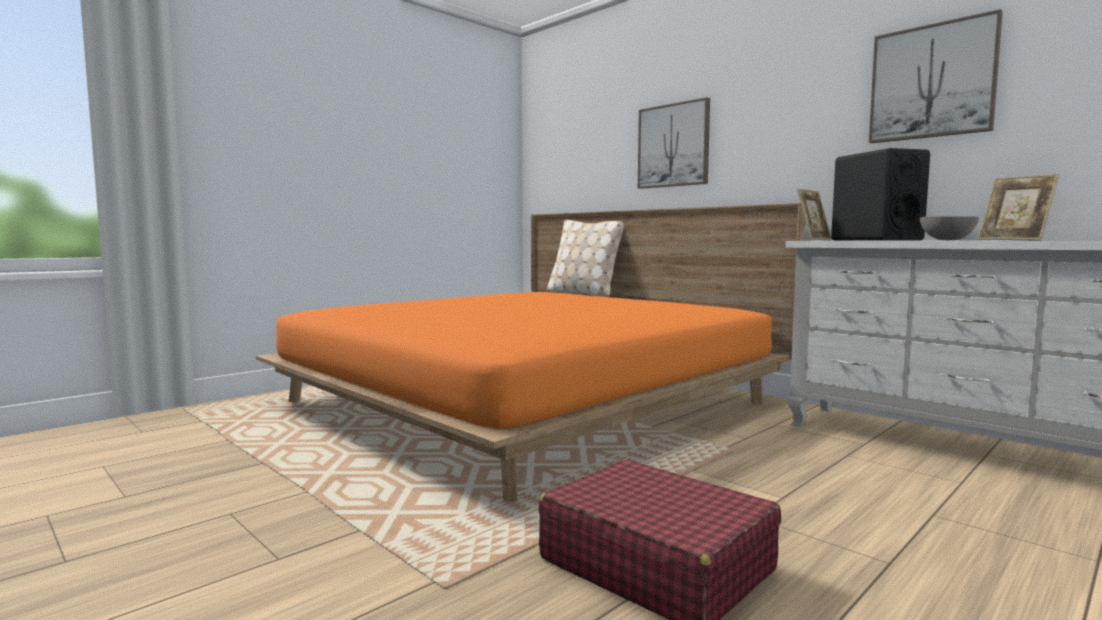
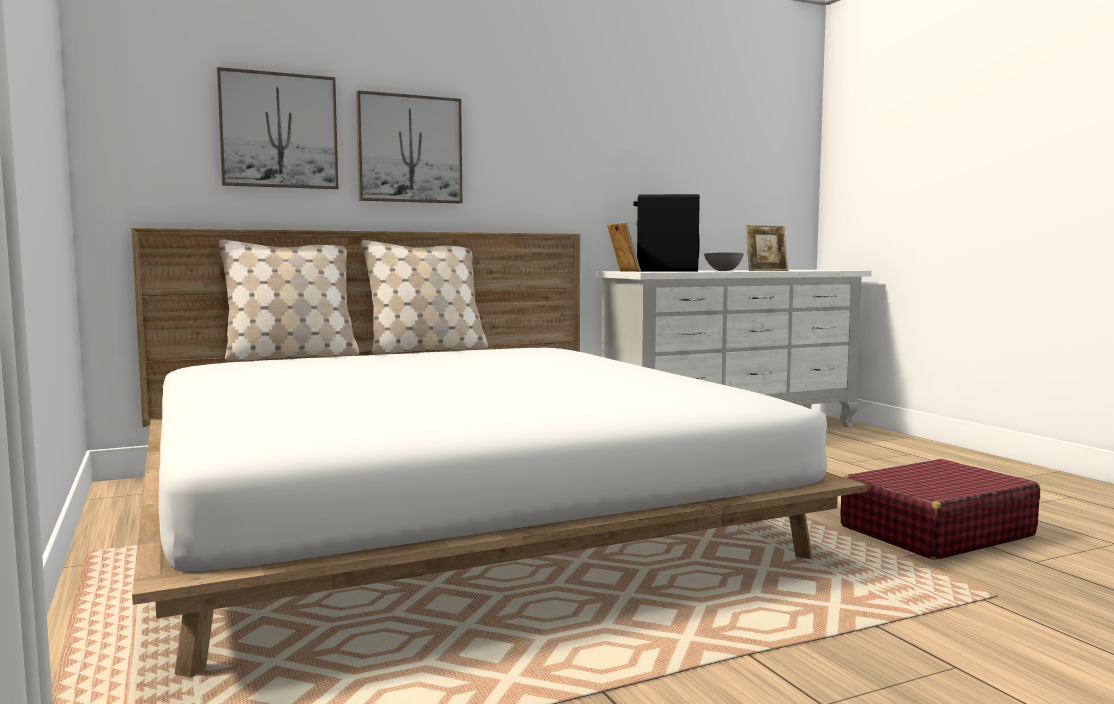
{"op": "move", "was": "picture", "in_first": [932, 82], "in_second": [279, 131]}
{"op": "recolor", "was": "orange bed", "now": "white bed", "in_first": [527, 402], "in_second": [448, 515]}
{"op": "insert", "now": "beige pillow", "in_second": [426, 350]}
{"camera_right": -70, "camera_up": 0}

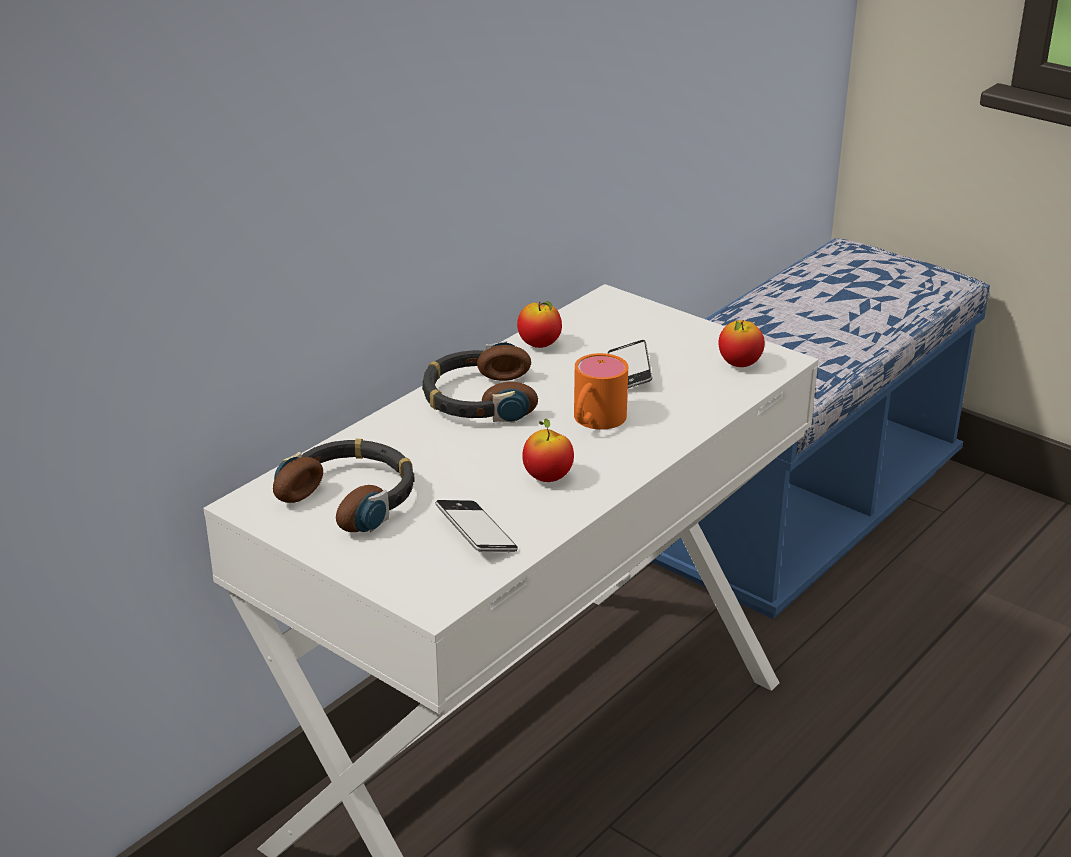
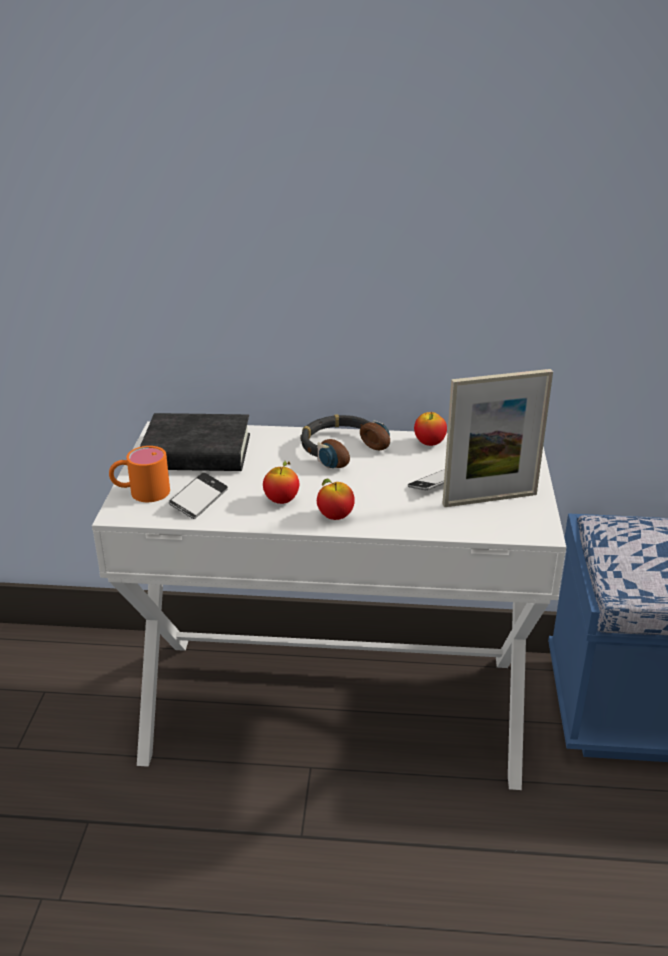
{"op": "move", "was": "apple", "in_first": [739, 364], "in_second": [335, 516]}
{"op": "move", "was": "orange mug", "in_first": [594, 421], "in_second": [141, 492]}
{"op": "replace", "was": "headphones", "now": "black book", "in_first": [351, 496], "in_second": [197, 452]}
{"op": "insert", "now": "picture frame", "in_second": [489, 499]}
{"camera_right": 55, "camera_up": 0}

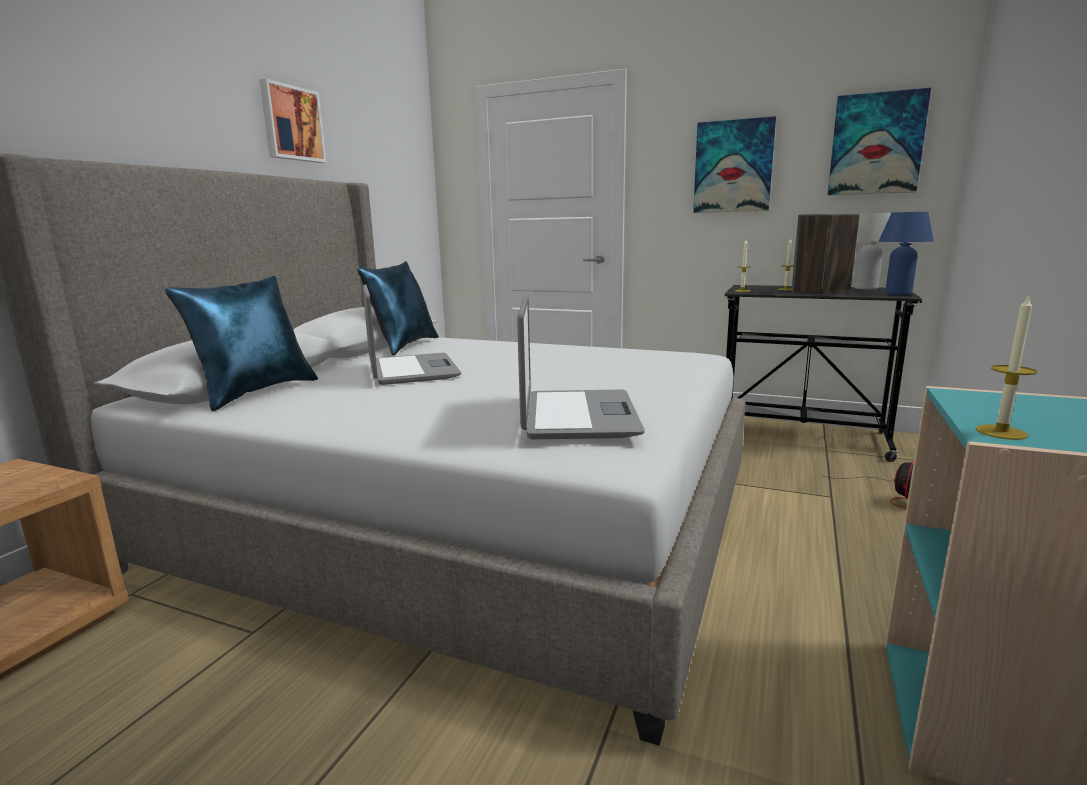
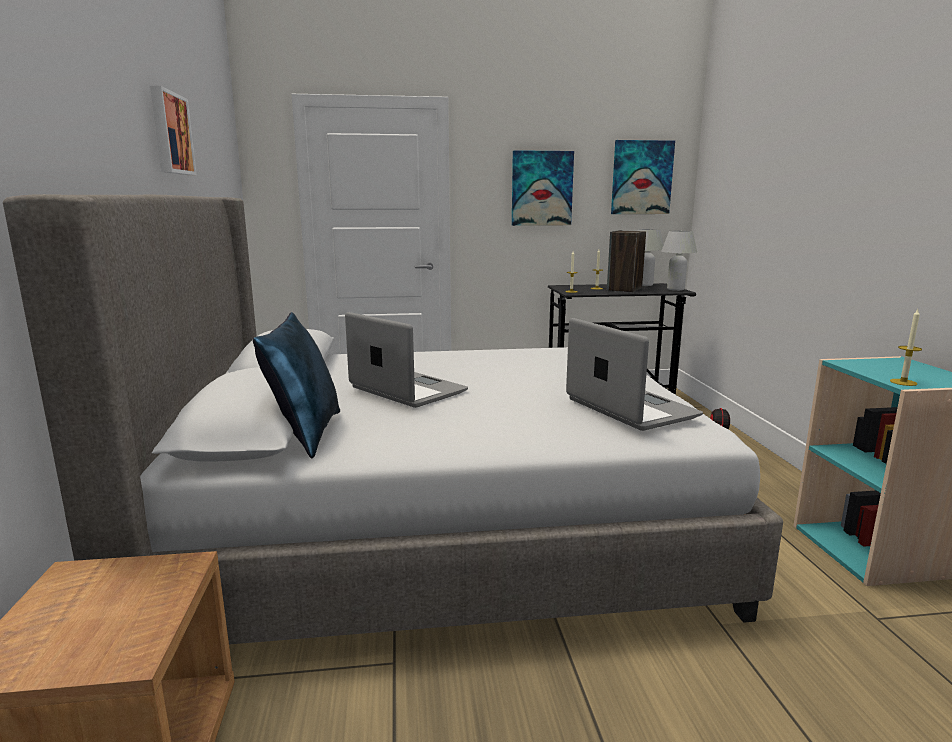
{"op": "recolor", "was": "blue table lamp", "now": "white table lamp", "in_first": [898, 294], "in_second": [675, 289]}
{"op": "delete", "was": "blue pillow", "in_first": [404, 346]}
{"camera_right": -30, "camera_up": 0}

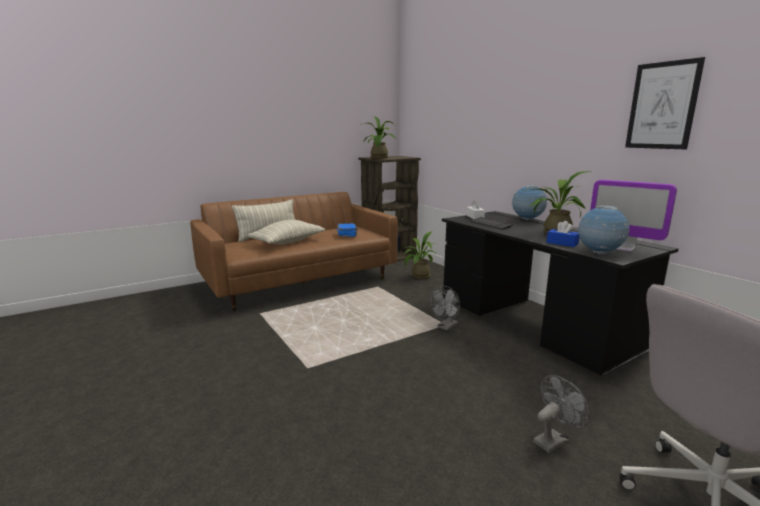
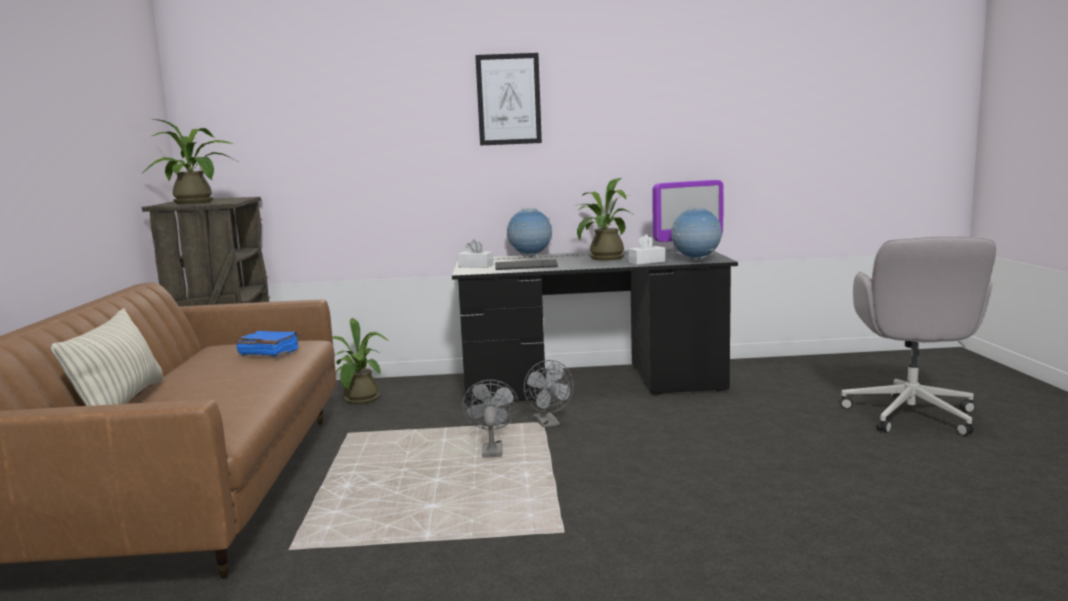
{"op": "move", "was": "picture", "in_first": [662, 106], "in_second": [508, 99]}
{"op": "delete", "was": "pillow", "in_first": [288, 242]}
{"op": "recolor", "was": "blue tissue box", "now": "white tissue box", "in_first": [562, 243], "in_second": [647, 262]}
{"op": "move", "was": "grey fan", "in_first": [554, 439], "in_second": [492, 449]}
{"camera_right": -60, "camera_up": -5}

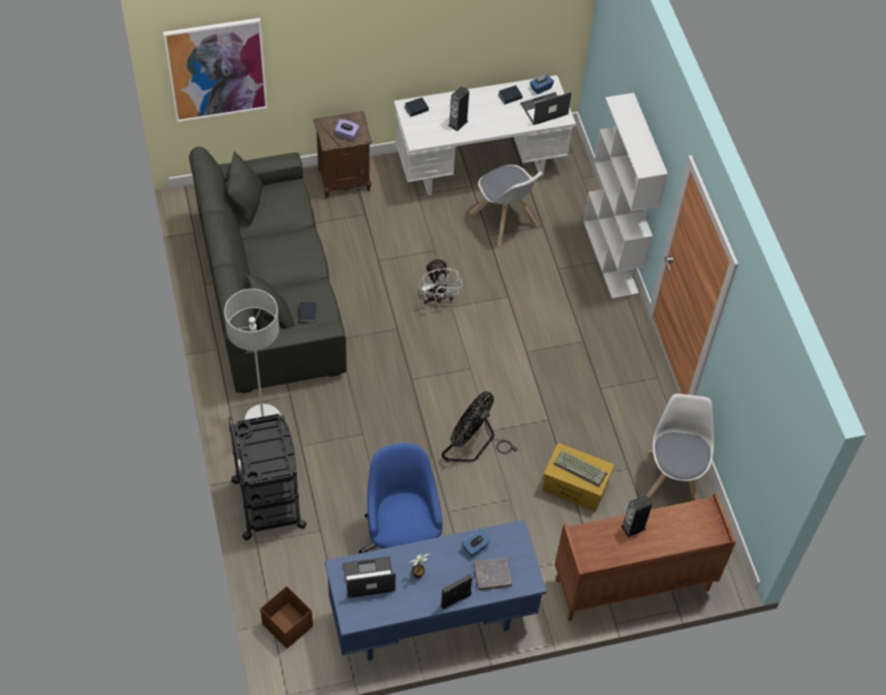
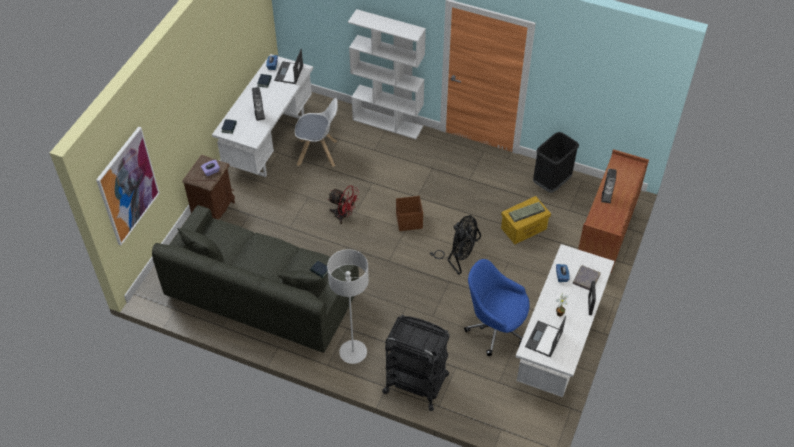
{"op": "recolor", "was": "white fan", "now": "red fan", "in_first": [437, 299], "in_second": [344, 215]}
{"op": "rotate", "was": "black fan", "in_first": [477, 442], "in_second": [458, 255], "clockwise": -135}
{"op": "replace", "was": "chair", "now": "black trash can", "in_first": [673, 476], "in_second": [551, 182]}
{"op": "recolor", "was": "blue desk", "now": "white desk", "in_first": [431, 619], "in_second": [558, 346]}
{"op": "move", "was": "brown storage box", "in_first": [287, 624], "in_second": [408, 221]}
{"camera_right": -50, "camera_up": -5}

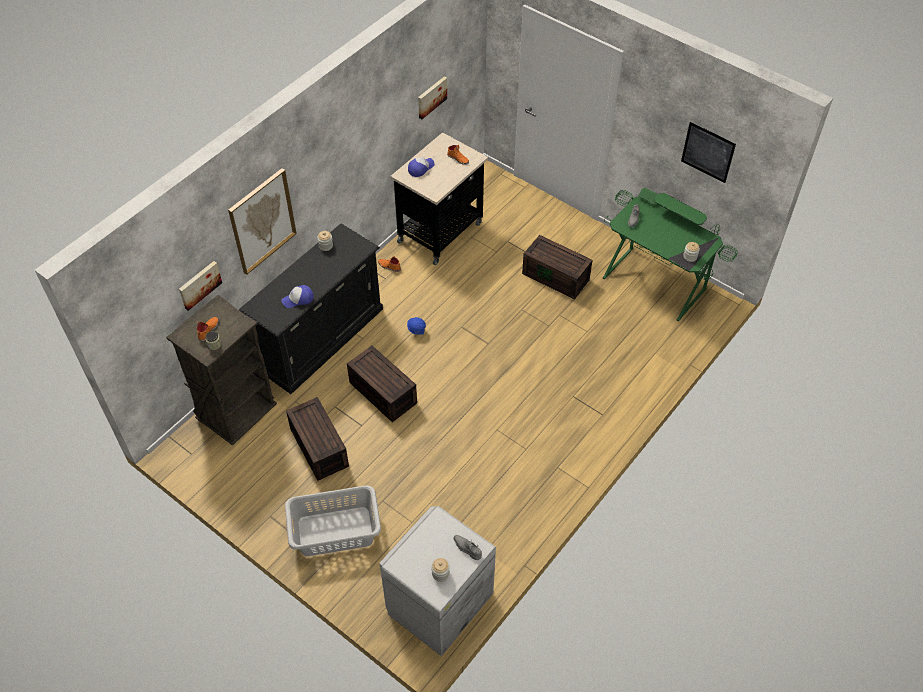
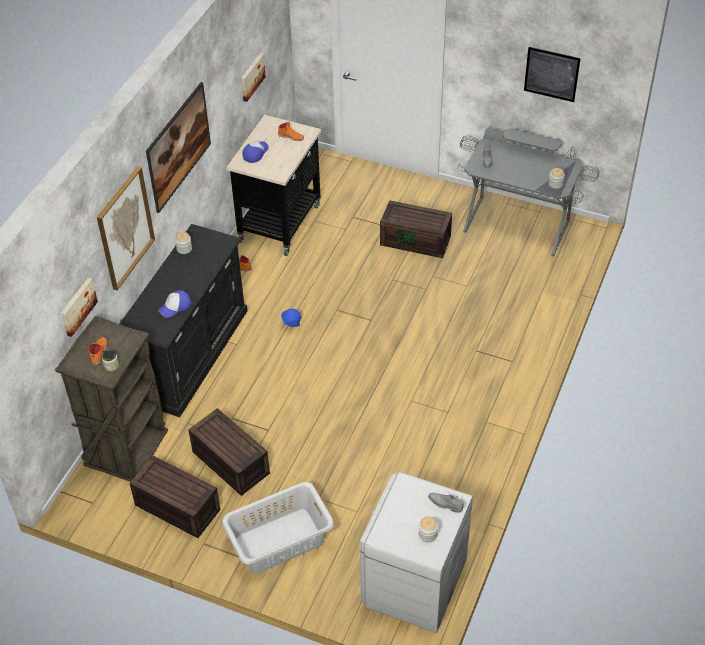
{"op": "recolor", "was": "green desk", "now": "grey desk", "in_first": [656, 282], "in_second": [517, 224]}
{"op": "move", "was": "brown storage box", "in_first": [381, 392], "in_second": [176, 507]}
{"op": "insert", "now": "picture", "in_second": [181, 162]}
{"camera_right": -15, "camera_up": -5}

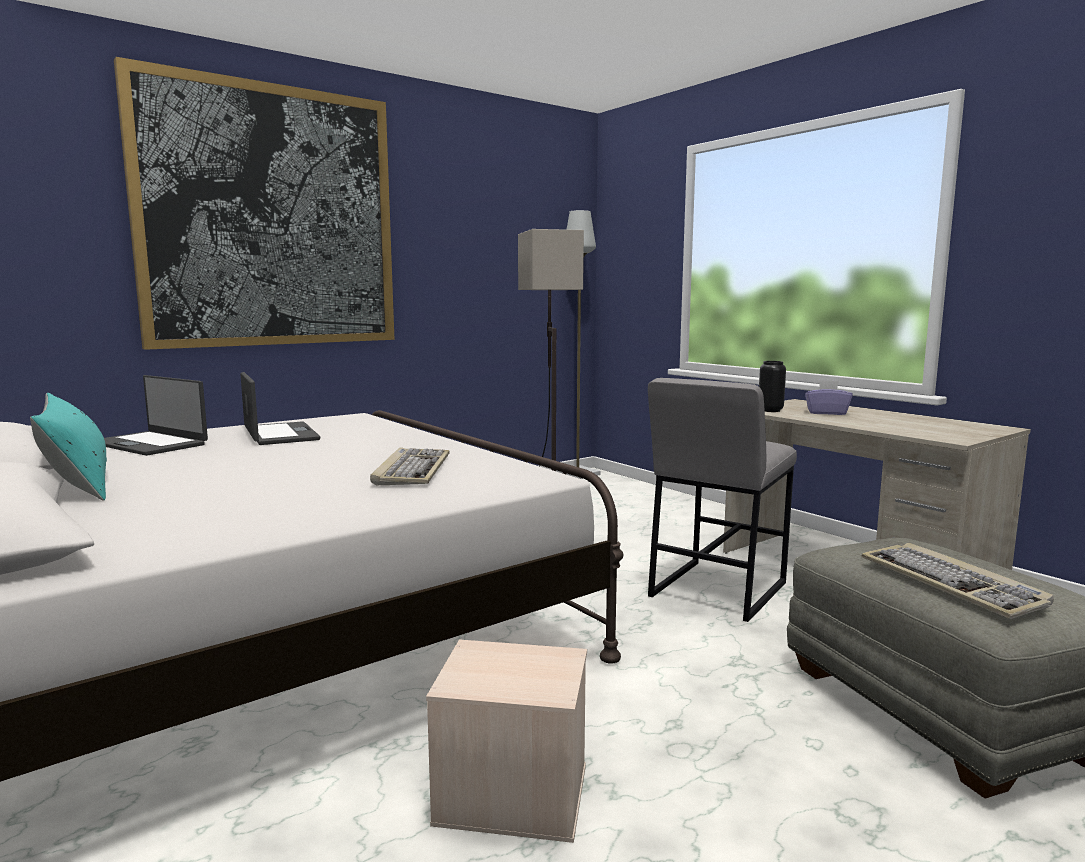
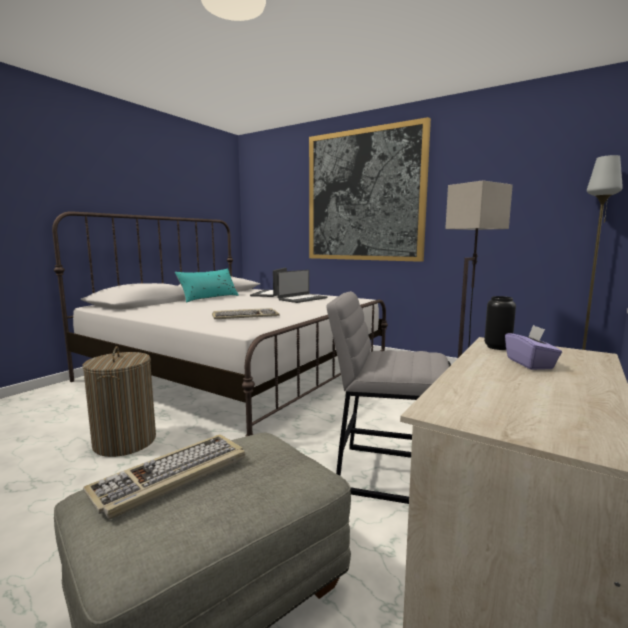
{"op": "replace", "was": "beige storage box", "now": "laundry basket", "in_first": [510, 795], "in_second": [125, 441]}
{"camera_right": 70, "camera_up": 0}

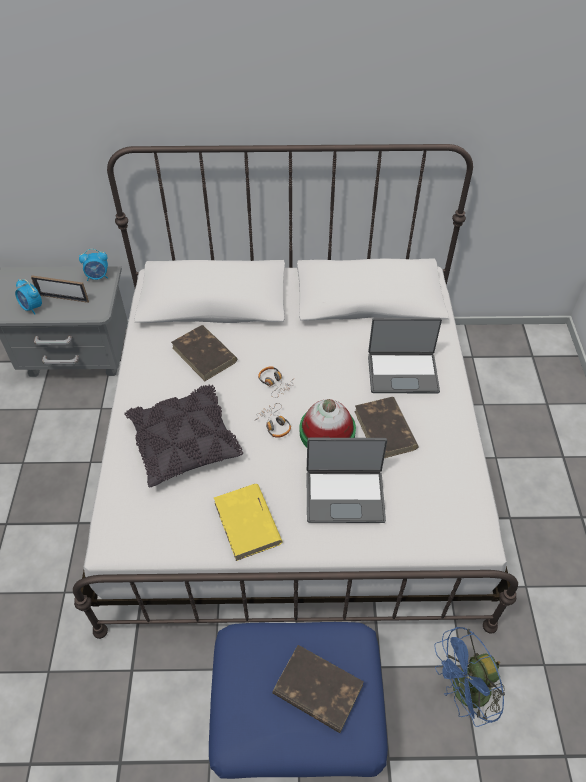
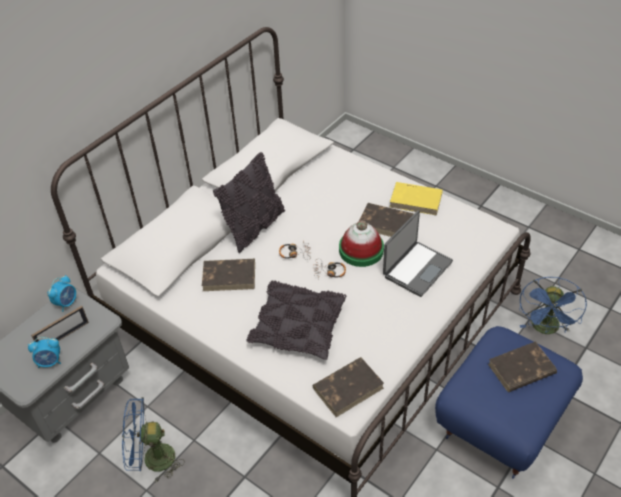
{"op": "delete", "was": "laptop", "in_first": [402, 372]}
{"op": "move", "was": "yellow book", "in_first": [248, 523], "in_second": [416, 200]}
{"op": "insert", "now": "black pillow", "in_second": [254, 227]}
{"op": "insert", "now": "brown book", "in_second": [348, 388]}
{"op": "insert", "now": "blue fan", "in_second": [152, 460]}
{"camera_right": -50, "camera_up": -5}

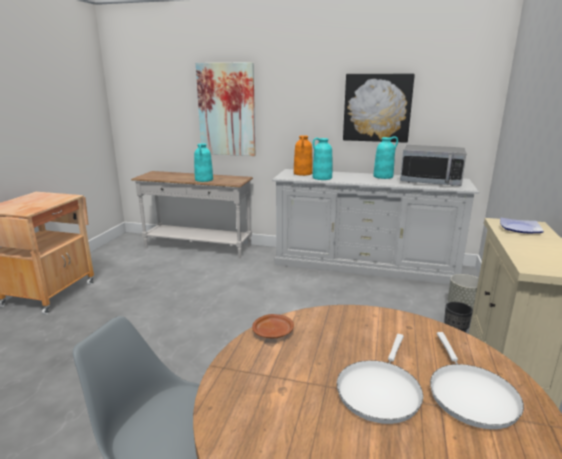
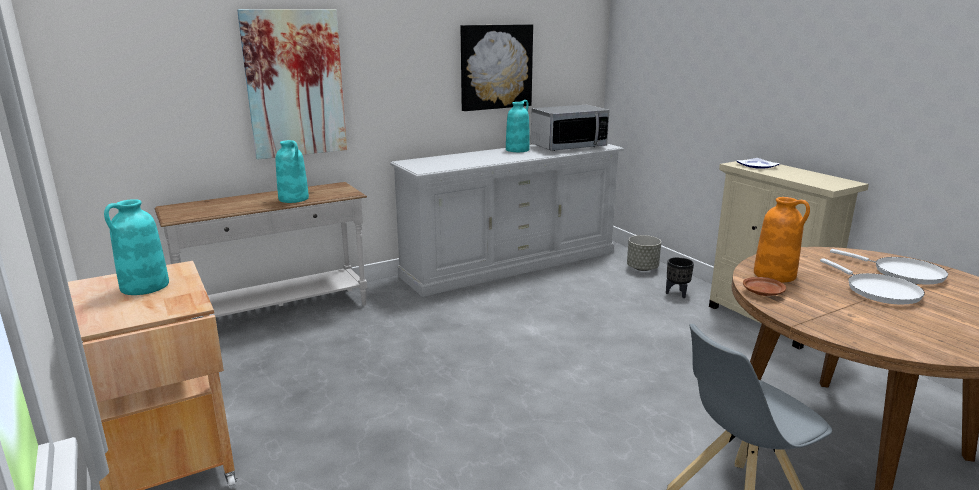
{"op": "move", "was": "orange vase", "in_first": [303, 173], "in_second": [775, 275]}
{"op": "move", "was": "turquoise vase", "in_first": [322, 178], "in_second": [144, 287]}
{"camera_right": -45, "camera_up": 0}

